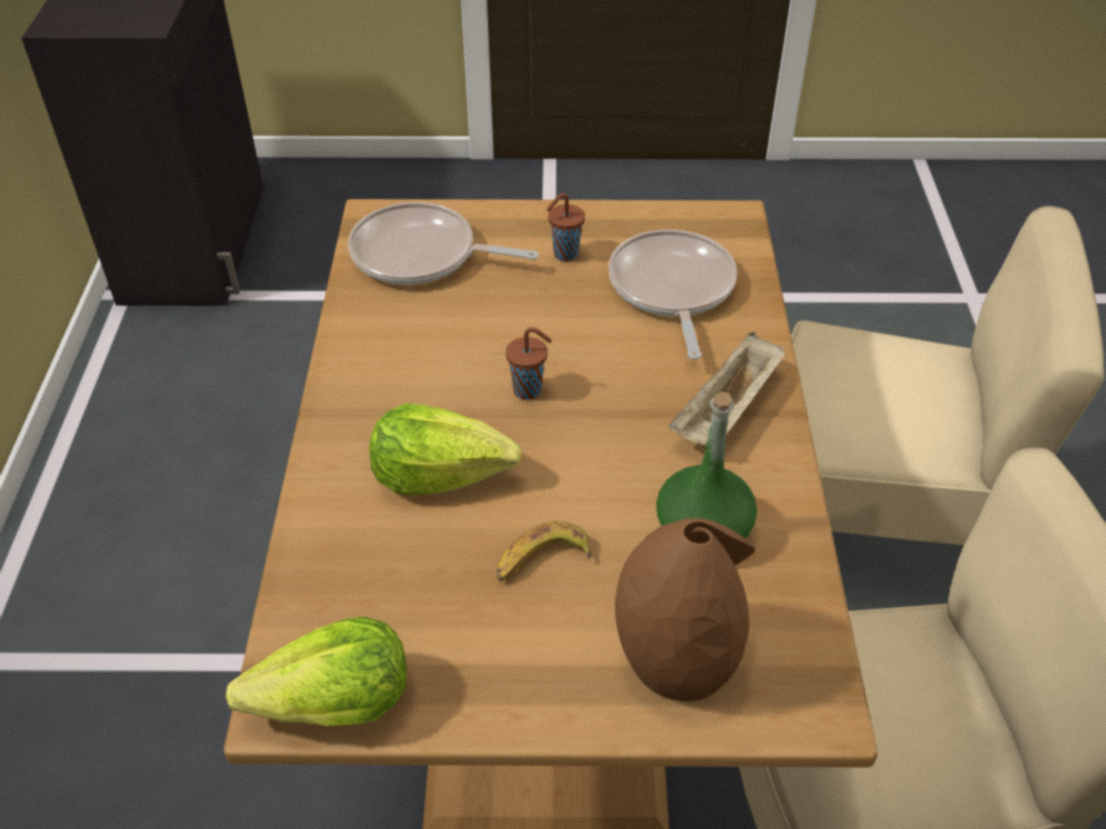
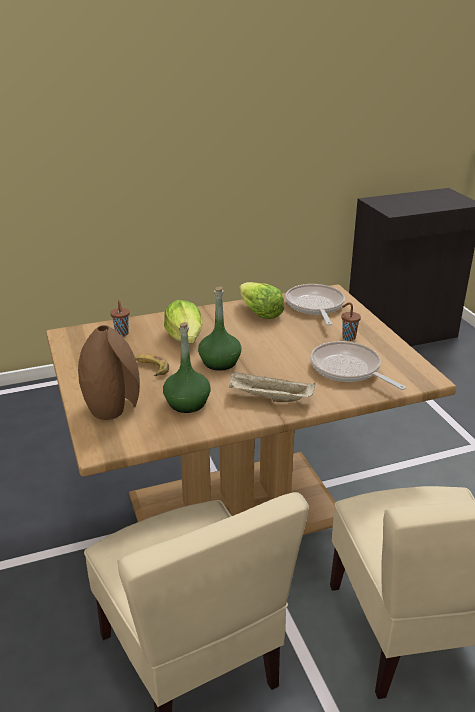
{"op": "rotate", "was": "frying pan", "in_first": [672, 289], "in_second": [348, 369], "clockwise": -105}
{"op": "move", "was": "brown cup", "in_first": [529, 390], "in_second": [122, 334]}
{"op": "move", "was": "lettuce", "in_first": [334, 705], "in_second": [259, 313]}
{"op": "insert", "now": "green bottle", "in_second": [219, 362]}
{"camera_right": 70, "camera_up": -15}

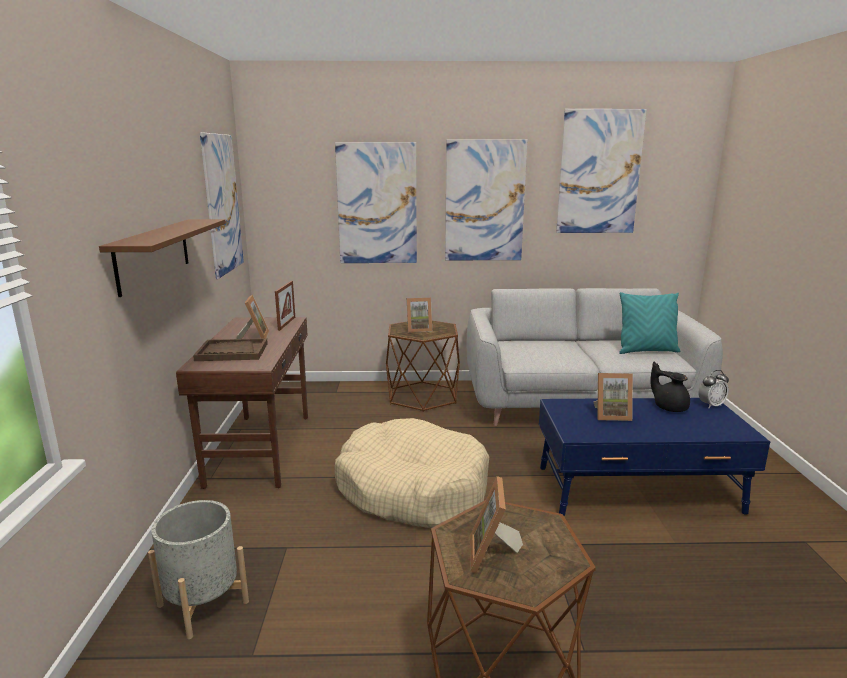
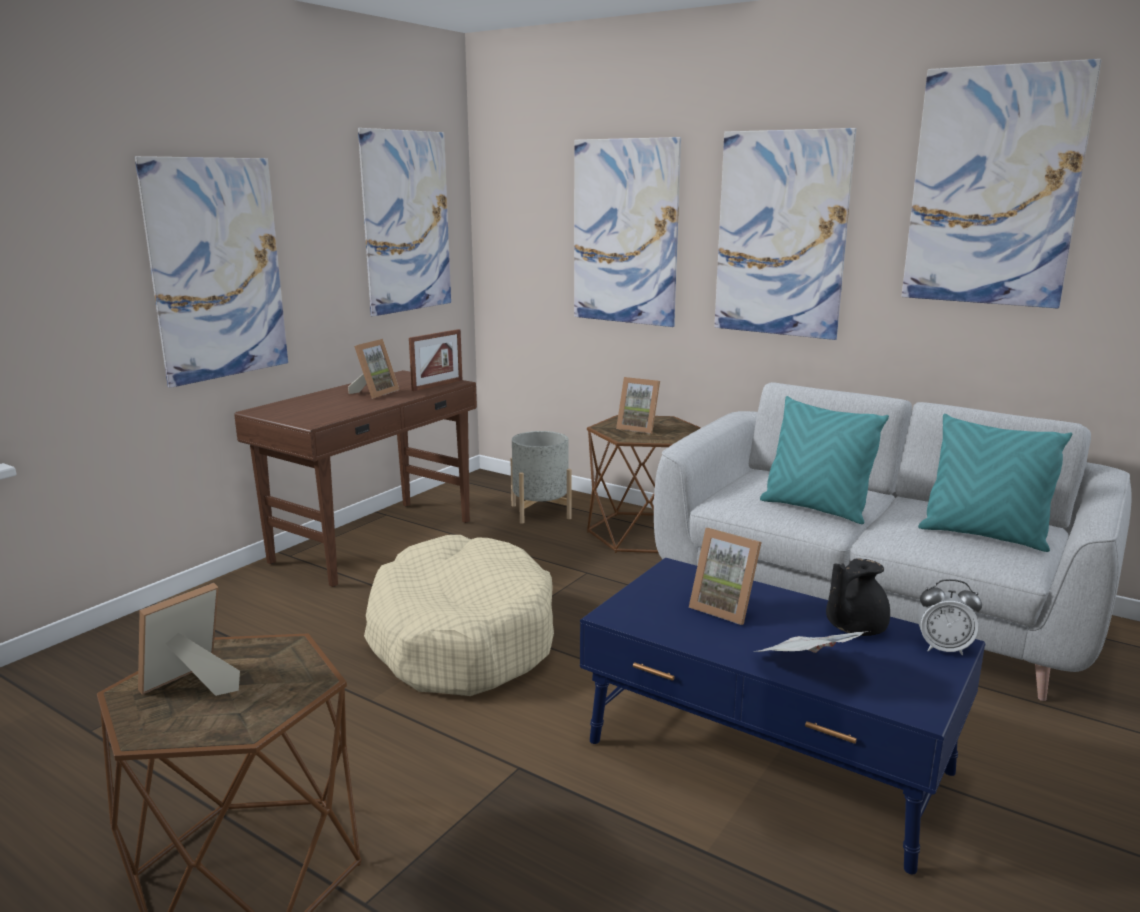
{"op": "replace", "was": "brown shelf", "now": "picture", "in_first": [153, 254], "in_second": [217, 270]}
{"op": "delete", "was": "brown tray", "in_first": [232, 352]}
{"op": "rotate", "was": "black teapot", "in_first": [669, 407], "in_second": [853, 627], "clockwise": -120}
{"op": "move", "was": "grey planter", "in_first": [203, 603], "in_second": [540, 512]}
{"op": "insert", "now": "turquoise pillow", "in_second": [815, 509]}
{"op": "insert", "now": "newspaper", "in_second": [808, 668]}
{"camera_right": 35, "camera_up": 0}

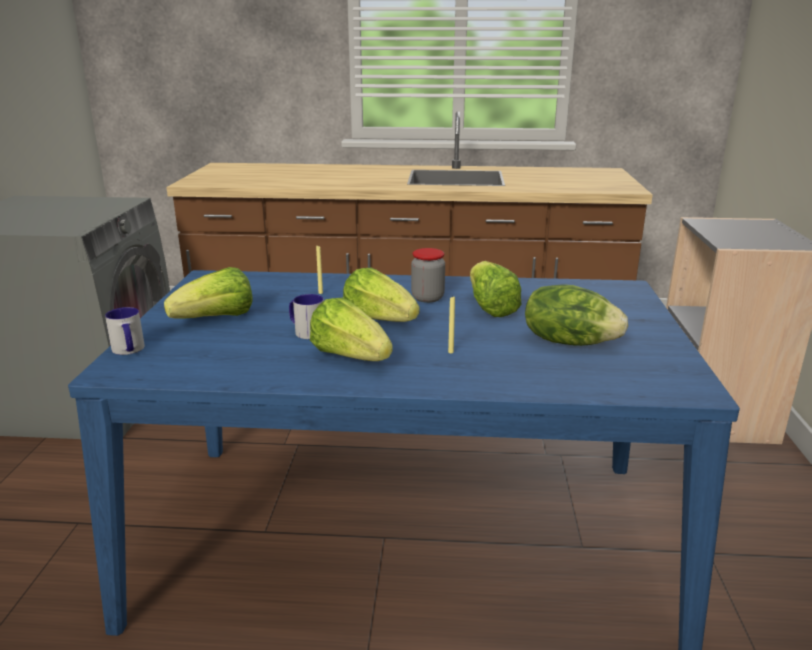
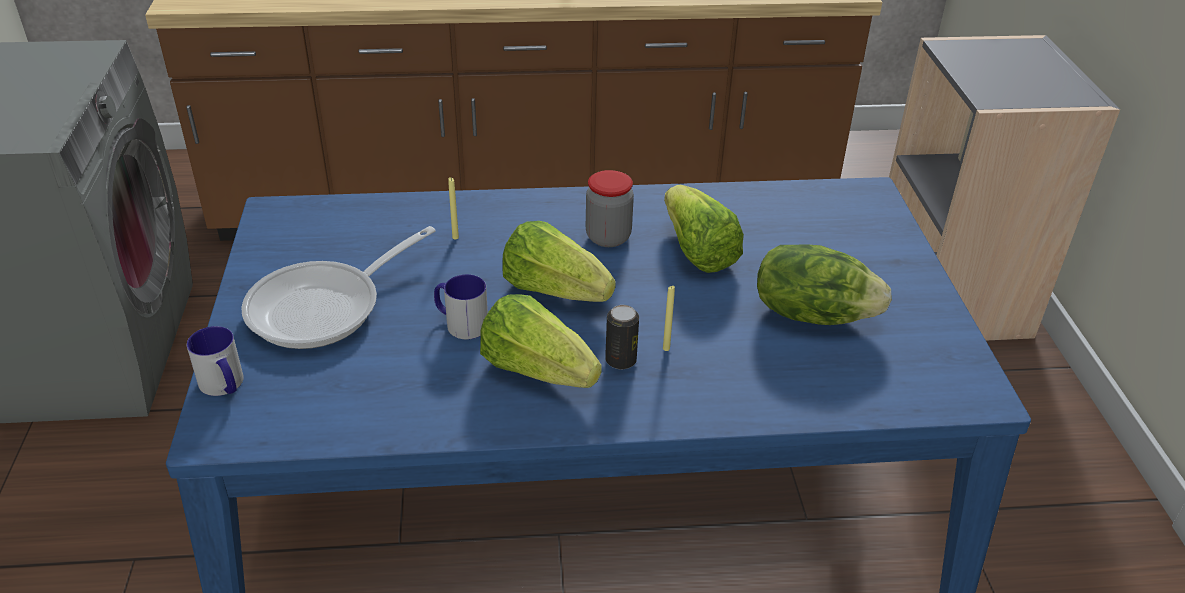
{"op": "replace", "was": "lettuce", "now": "frying pan", "in_first": [216, 319], "in_second": [325, 307]}
{"op": "insert", "now": "can", "in_second": [620, 360]}
{"camera_right": -10, "camera_up": 15}

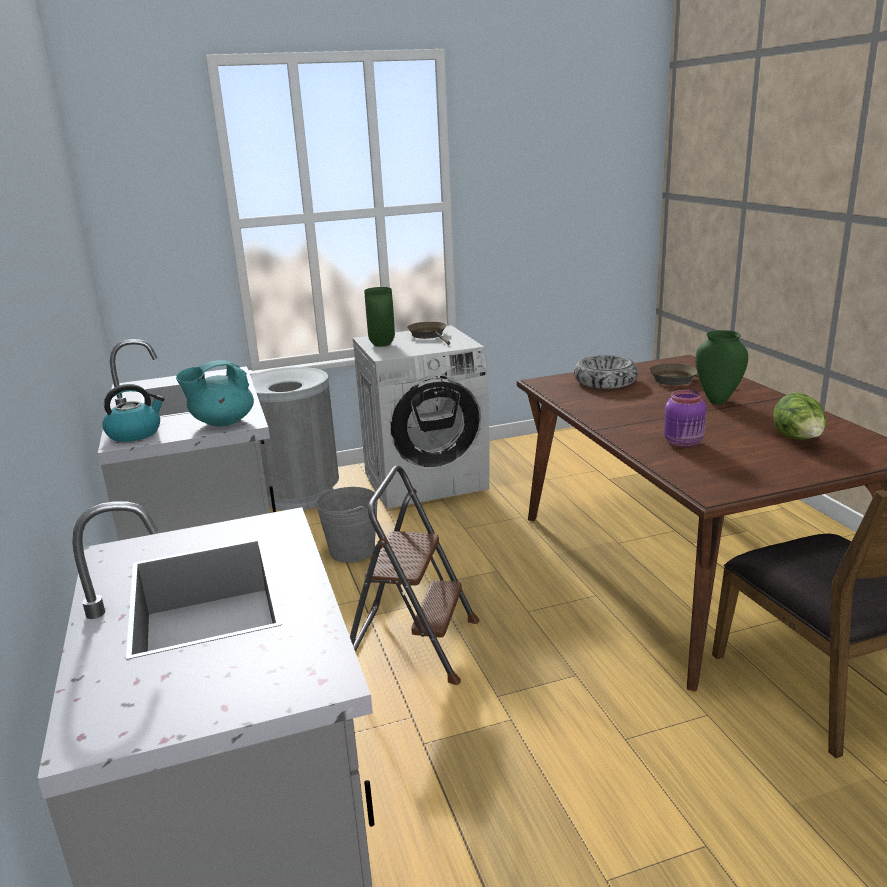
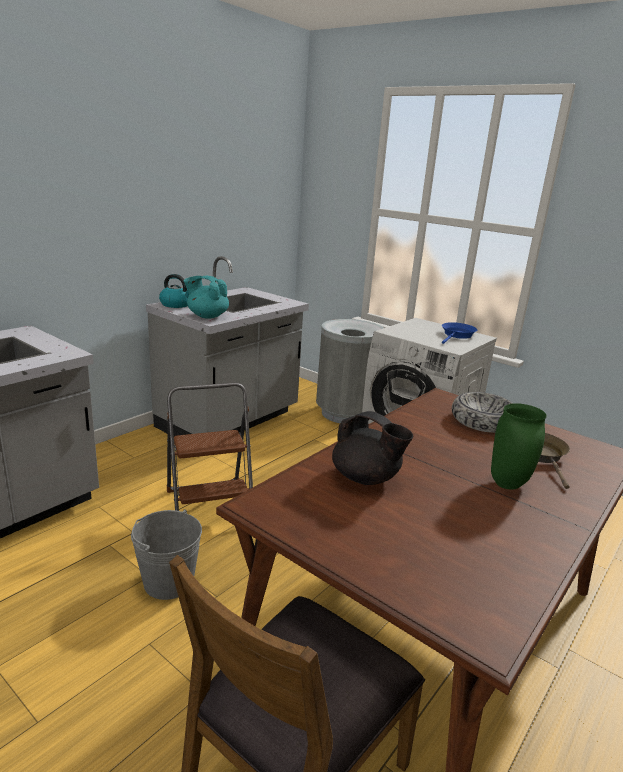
{"op": "delete", "was": "green vase", "in_first": [381, 344]}
{"op": "recolor", "was": "brown frying pan", "now": "blue frying pan", "in_first": [429, 335], "in_second": [457, 335]}
{"op": "replace", "was": "purple jar", "now": "black teapot", "in_first": [684, 443], "in_second": [366, 478]}
{"op": "delete", "was": "lettuce", "in_first": [798, 440]}
{"op": "move", "was": "grey bucket", "in_first": [352, 550], "in_second": [168, 582]}
{"camera_right": 55, "camera_up": 0}

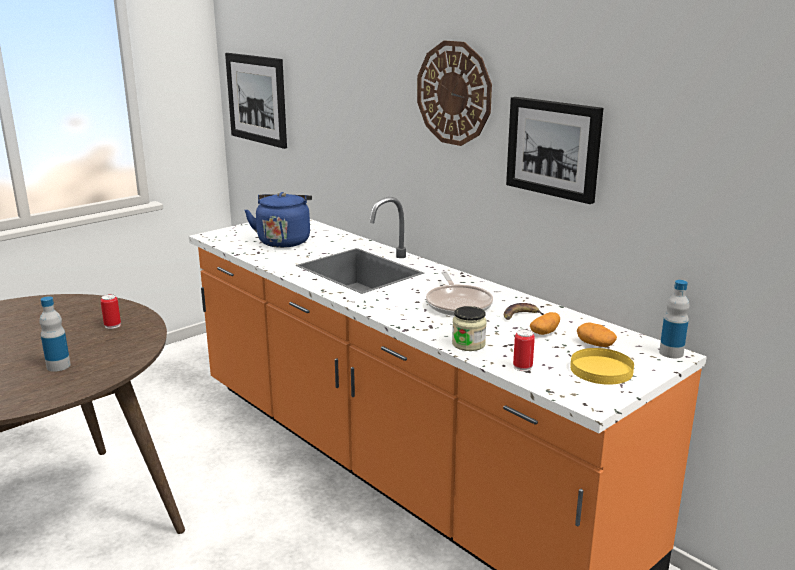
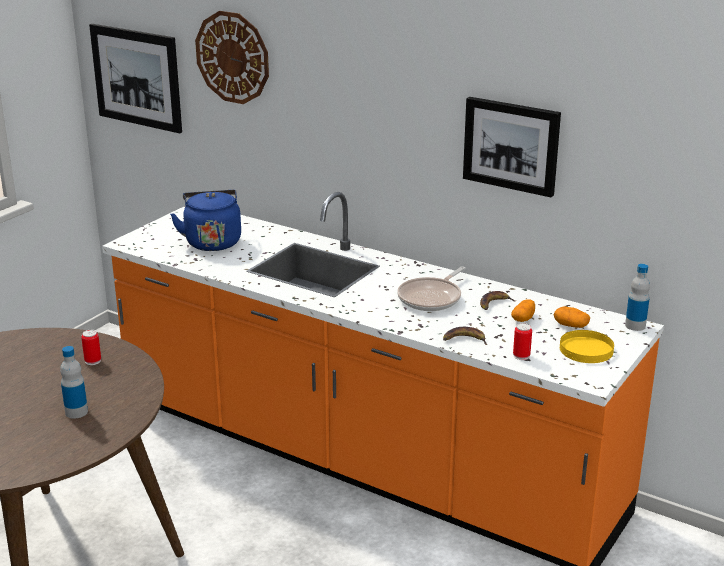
{"op": "move", "was": "wall clock", "in_first": [454, 93], "in_second": [232, 57]}
{"op": "rotate", "was": "frying pan", "in_first": [458, 304], "in_second": [432, 298], "clockwise": 60}
{"op": "replace", "was": "jar", "now": "banana", "in_first": [468, 344], "in_second": [464, 339]}
{"camera_right": -15, "camera_up": 5}

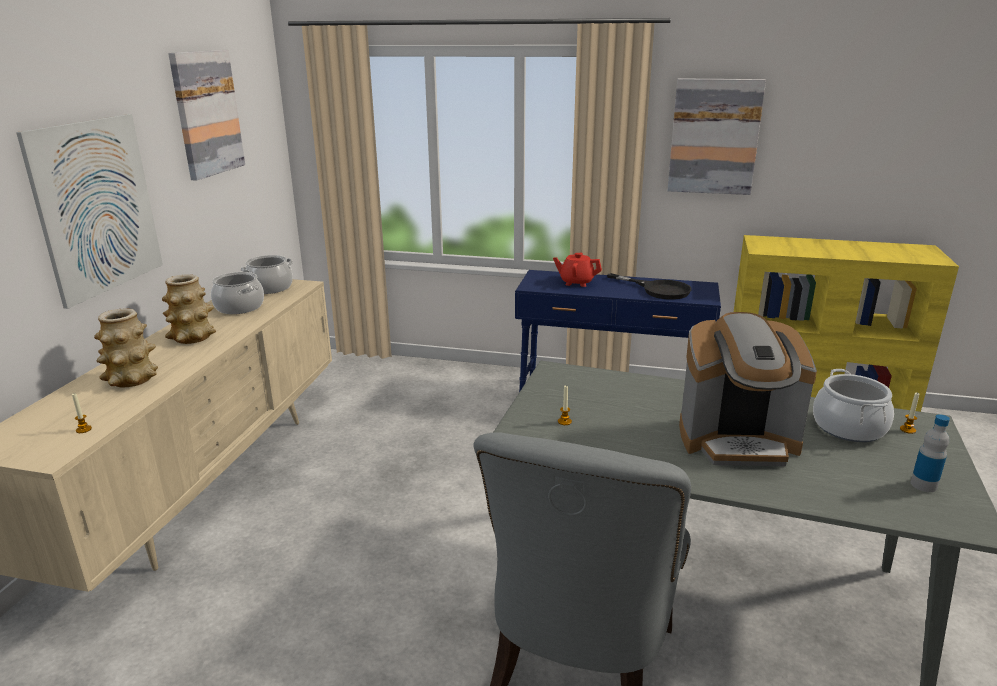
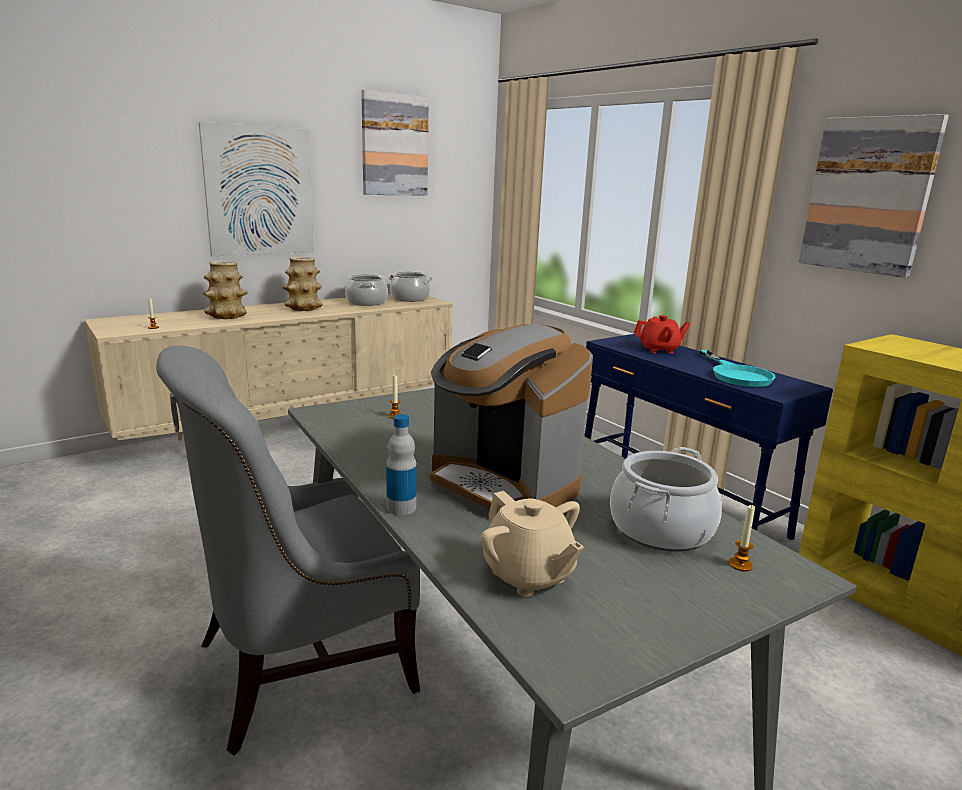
{"op": "rotate", "was": "red teapot", "in_first": [576, 282], "in_second": [659, 350], "clockwise": 120}
{"op": "recolor", "was": "black frying pan", "now": "turquoise frying pan", "in_first": [658, 290], "in_second": [736, 375]}
{"op": "move", "was": "bottle", "in_first": [923, 485], "in_second": [401, 507]}
{"op": "insert", "now": "beige teapot", "in_second": [528, 575]}
{"camera_right": 40, "camera_up": -5}

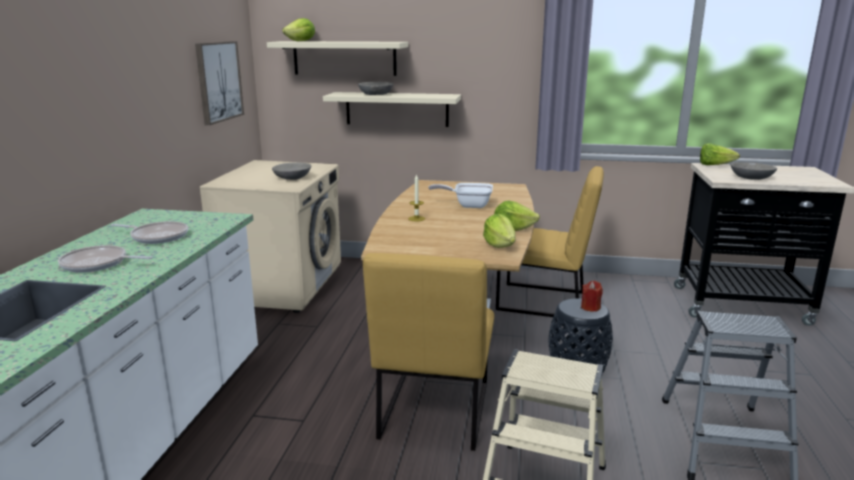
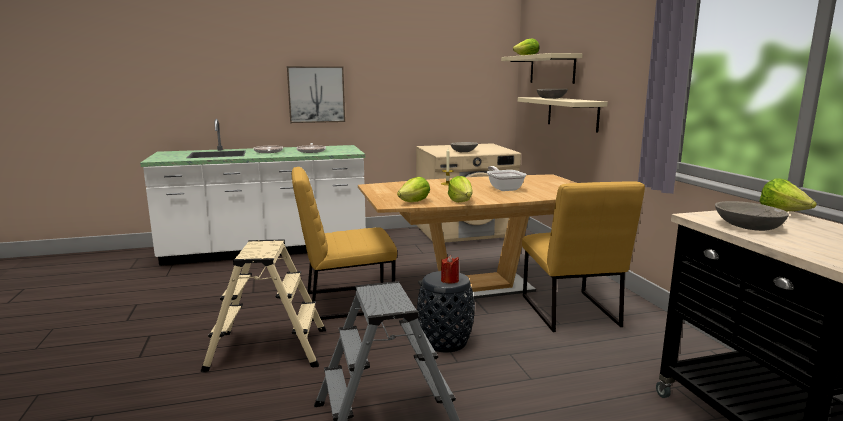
{"op": "move", "was": "picture", "in_first": [218, 81], "in_second": [316, 94]}
{"camera_right": 65, "camera_up": -5}

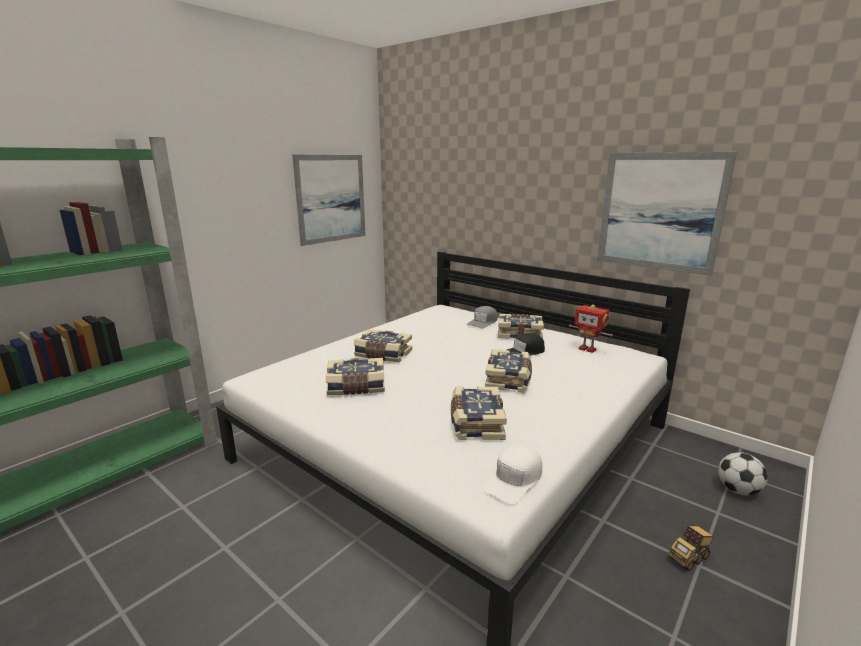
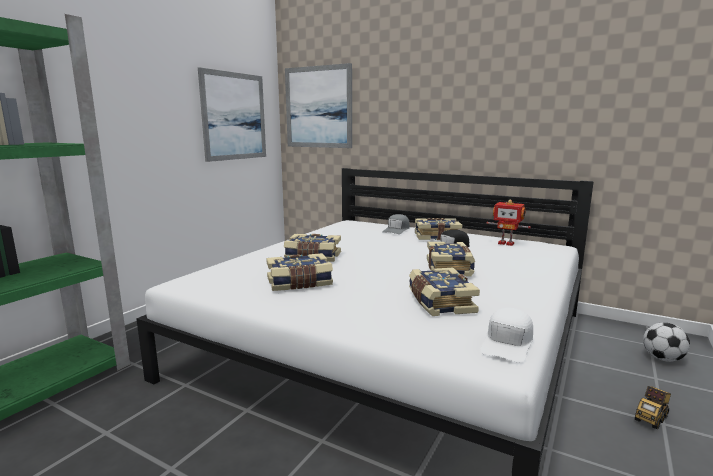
{"op": "move", "was": "picture", "in_first": [659, 211], "in_second": [318, 107]}
{"camera_right": -10, "camera_up": -5}

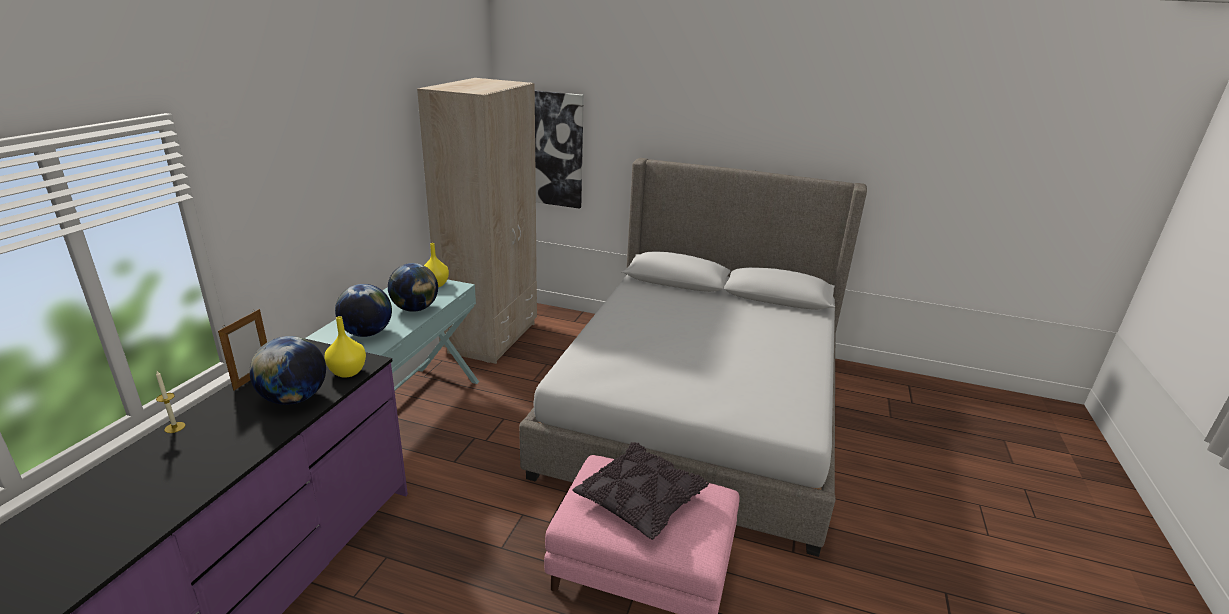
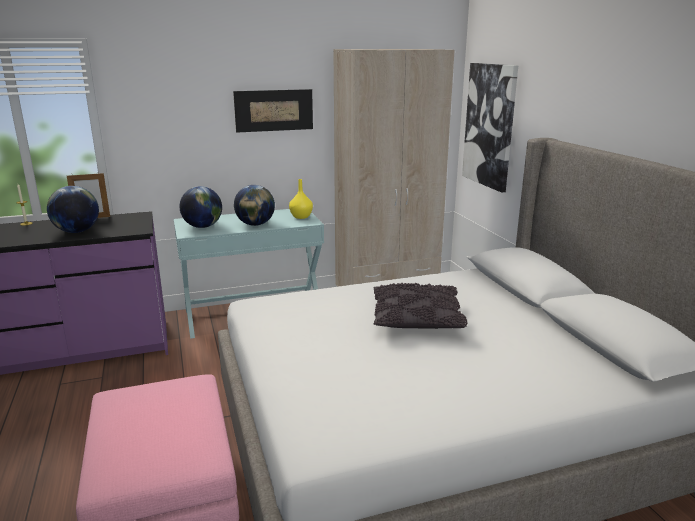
{"op": "delete", "was": "yellow vase", "in_first": [348, 372]}
{"op": "move", "was": "black pillow", "in_first": [641, 499], "in_second": [416, 318]}
{"op": "insert", "now": "picture", "in_second": [274, 110]}
{"camera_right": 55, "camera_up": -5}

